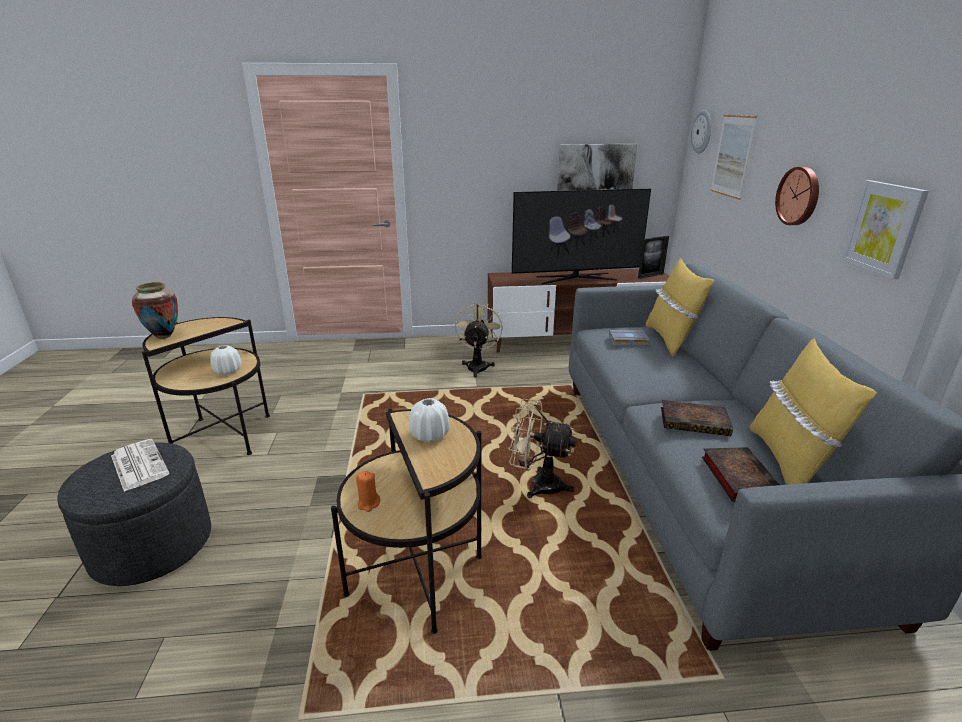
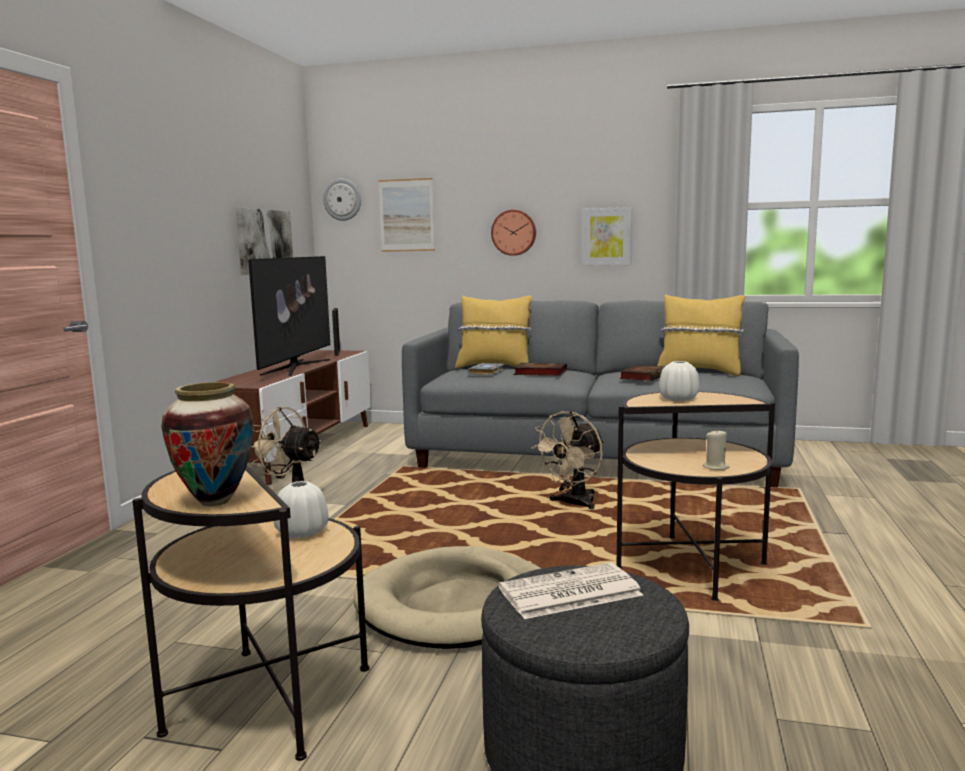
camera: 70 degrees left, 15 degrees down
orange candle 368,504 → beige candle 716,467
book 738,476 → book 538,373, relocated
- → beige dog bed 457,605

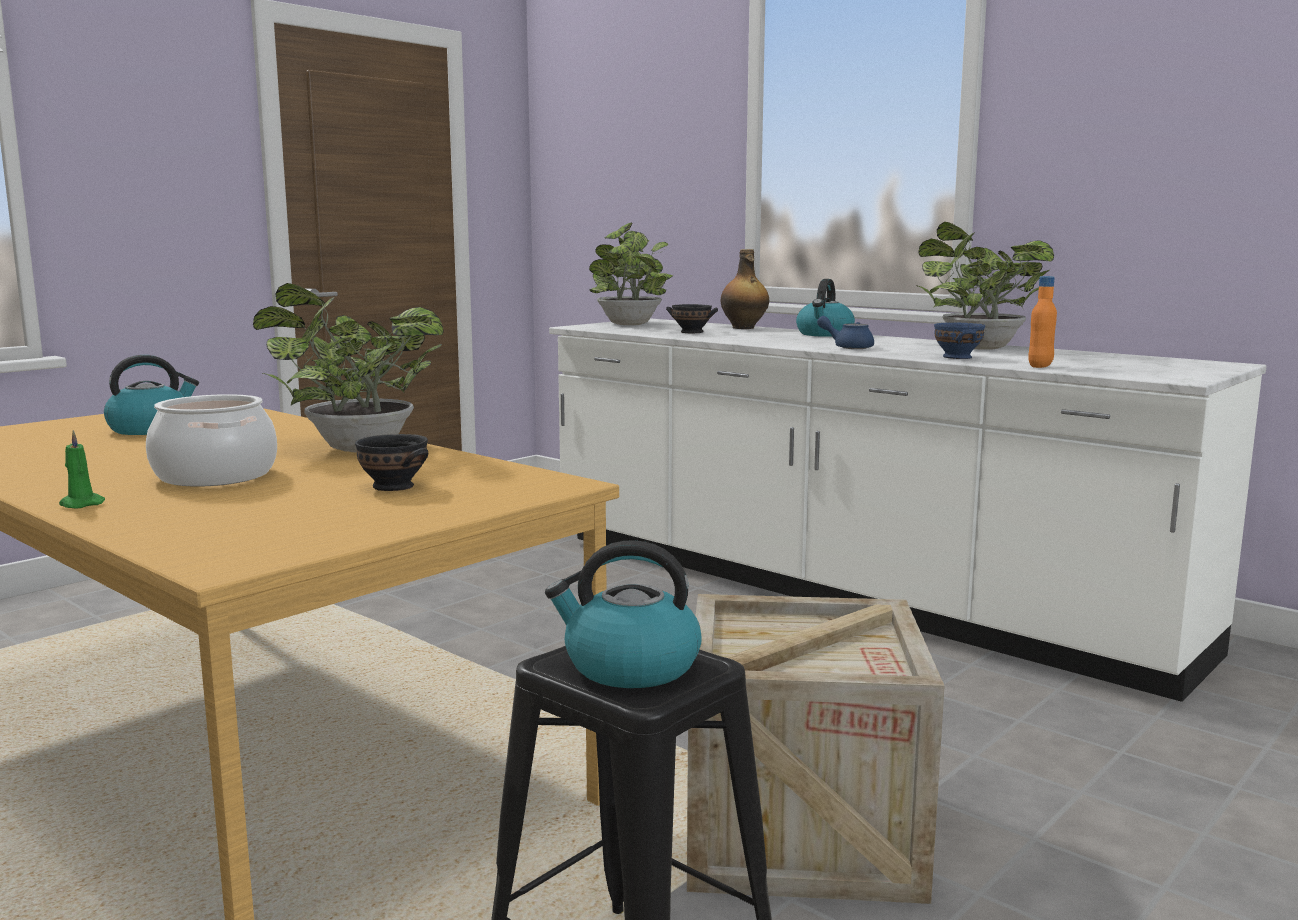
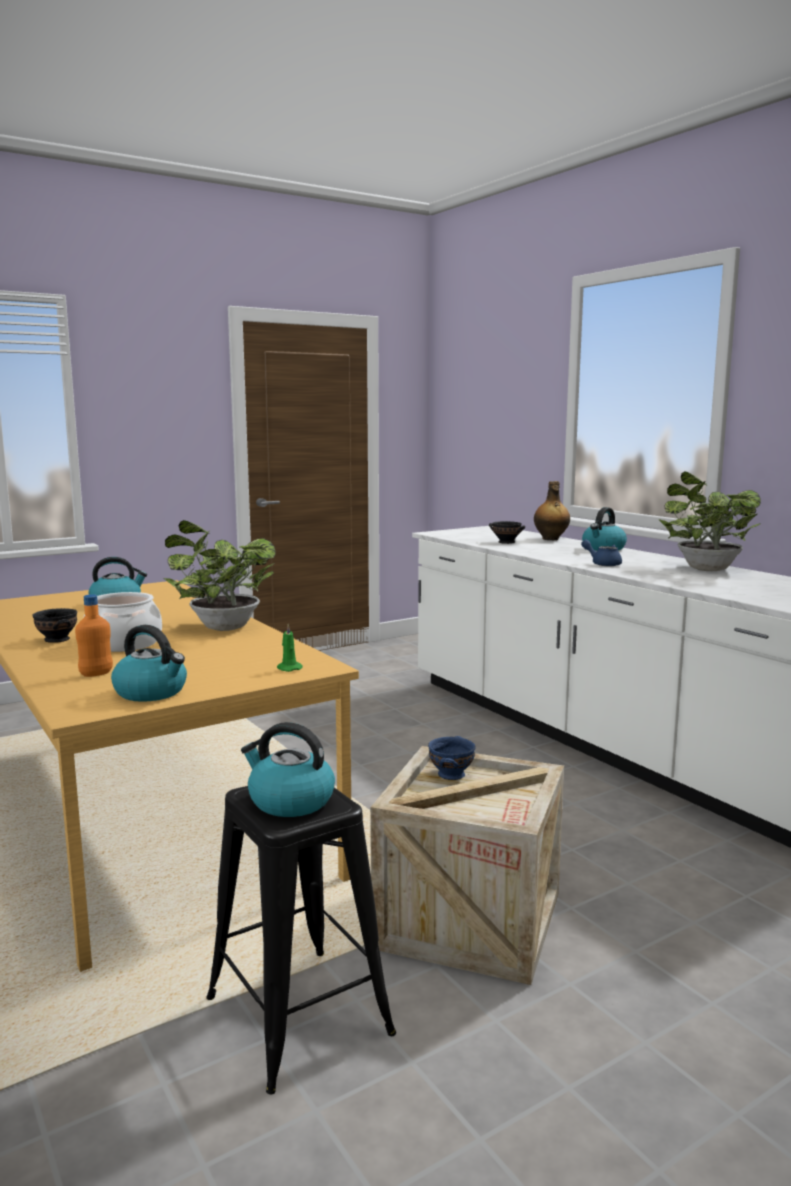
camera: 15 degrees right, 0 degrees up
green candle 80,504 → green candle 288,668, relocated
black bowl 393,486 → black bowl 57,639, relocated
potted plant 629,324 → -
blue bowl 958,357 → blue bowl 452,774, relocated
orange bottle 1040,366 → orange bottle 96,674, relocated
- → kettle 152,692

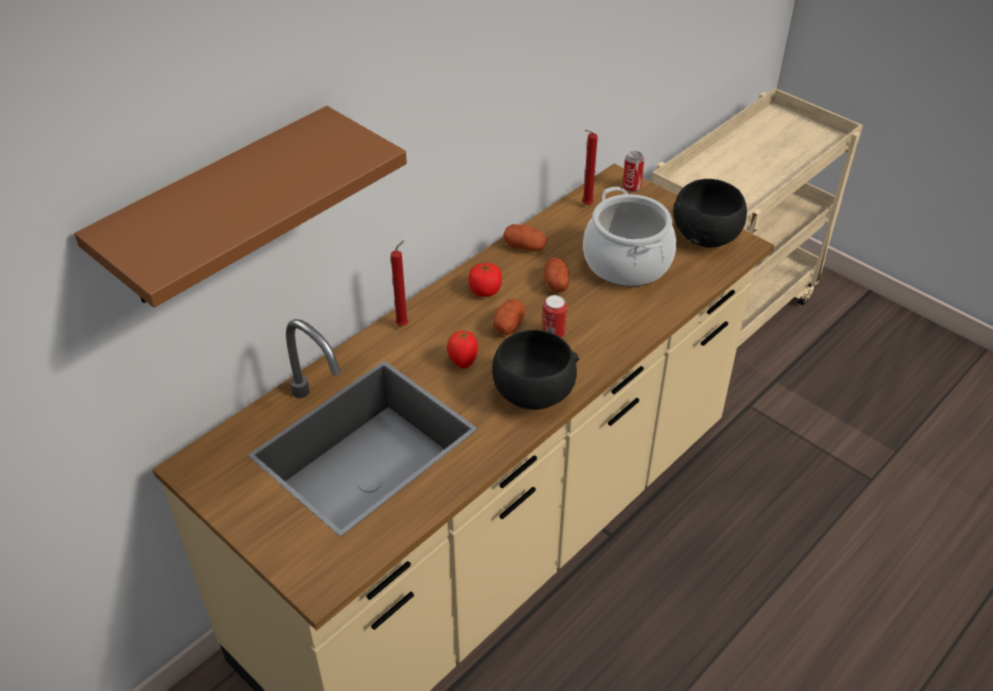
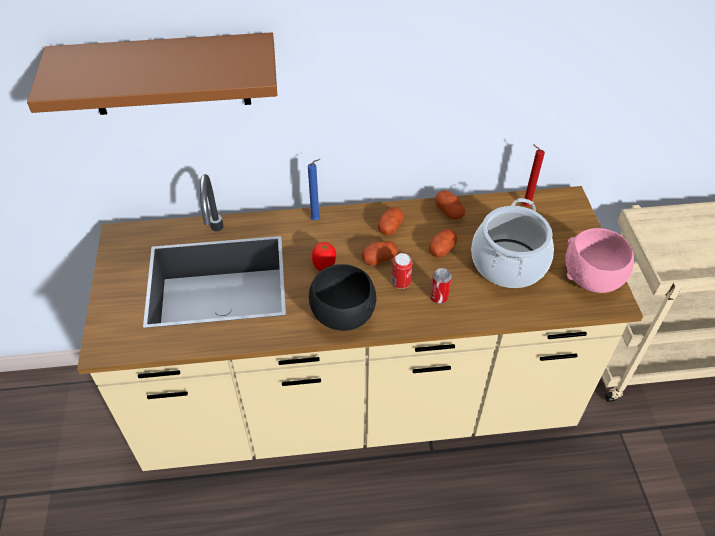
camera: 40 degrees right, 5 degrees up
red candle 404,324 → blue candle 317,220
tomato 485,290 → potato 390,227
can 631,187 → can 439,297, relocated
black bowl 707,237 → pink bowl 592,279

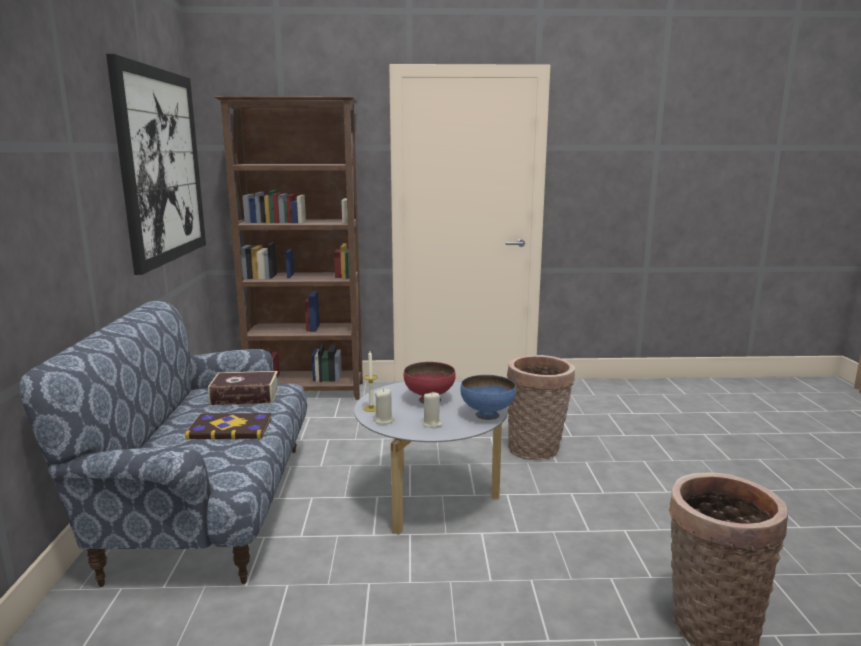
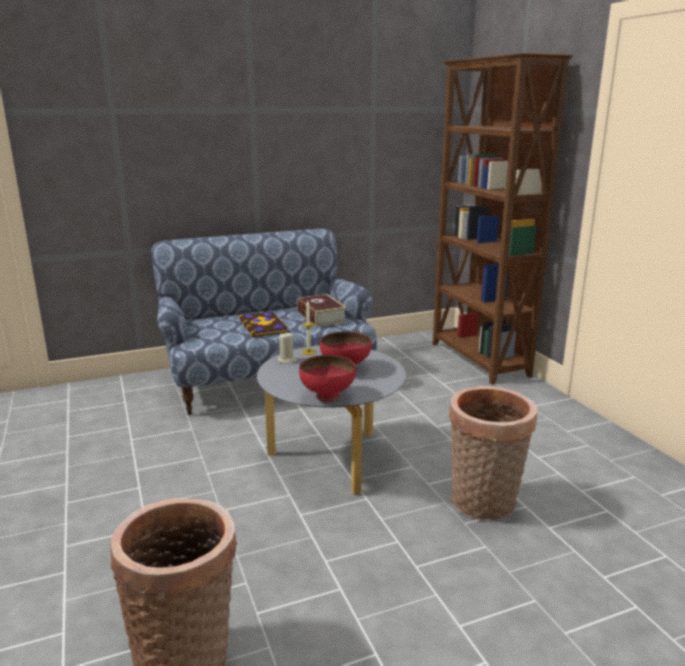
camera: 70 degrees right, 5 degrees up
picture 161,166 → -
beige candle 432,424 → -
blue bowl 487,415 → red bowl 327,397

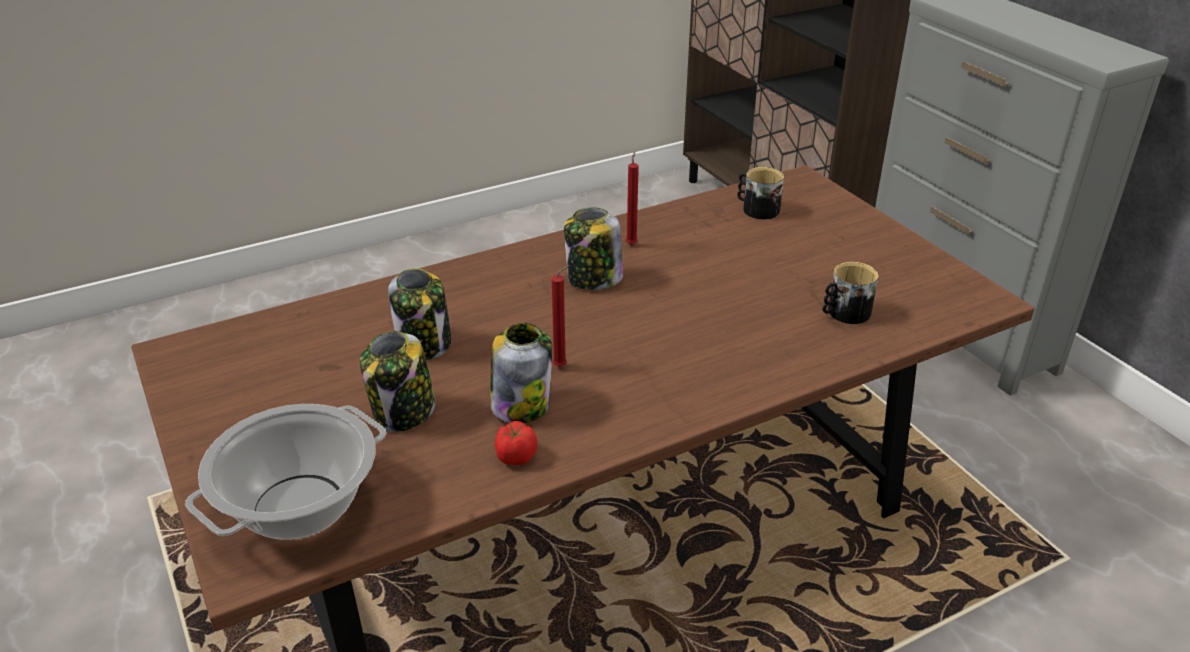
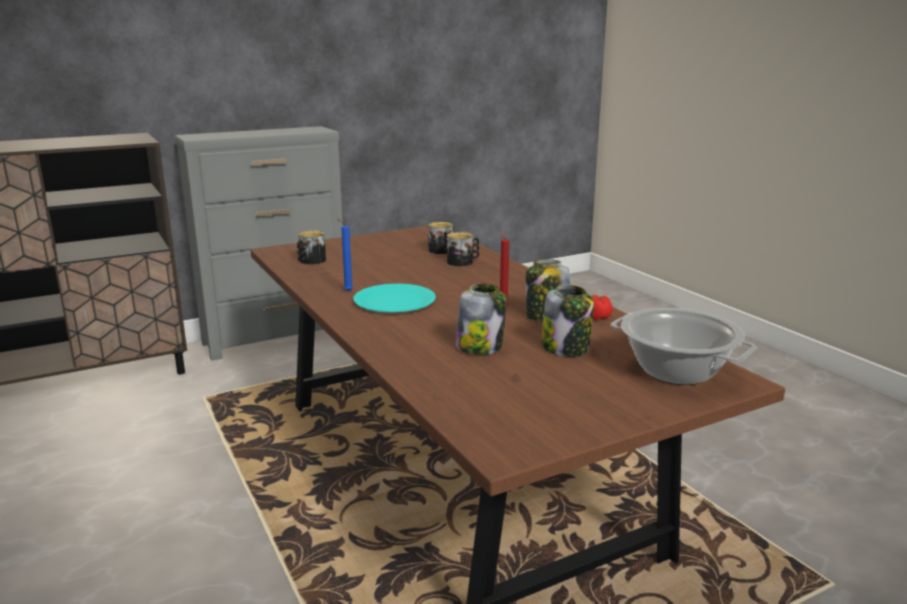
camera: 90 degrees left, 15 degrees down
jar 593,279 → turquoise plate 395,301
red candle 631,244 → blue candle 347,291
- → mug 463,262

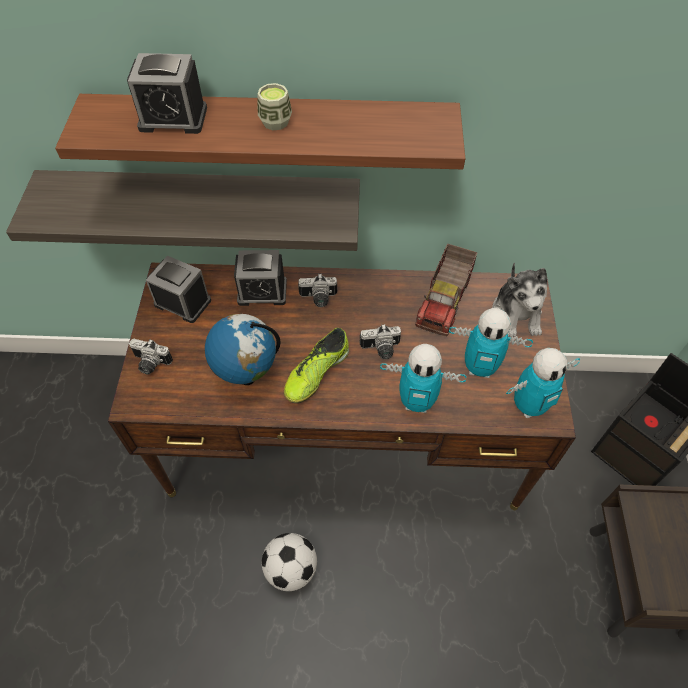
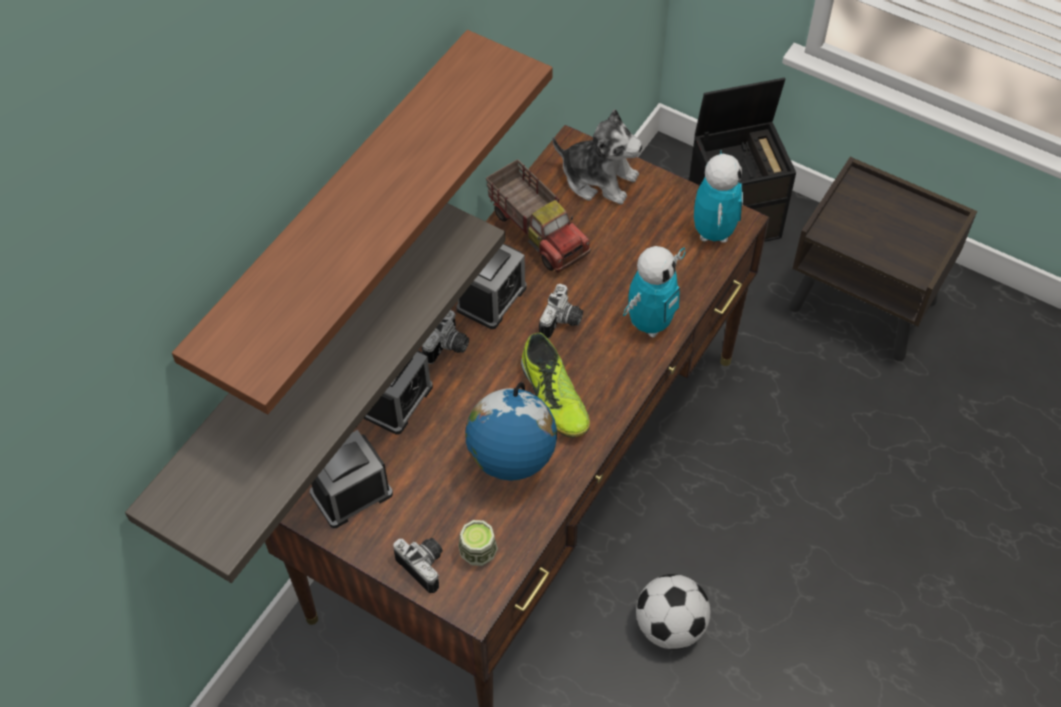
camera: 60 degrees left, 0 degrees up
alarm clock 173,118 → alarm clock 491,298, relocated
photo camera 150,364 → photo camera 425,565, 90 degrees counterclockwise
cup 275,122 → cup 478,552, relocated
toy robot 480,368 → -

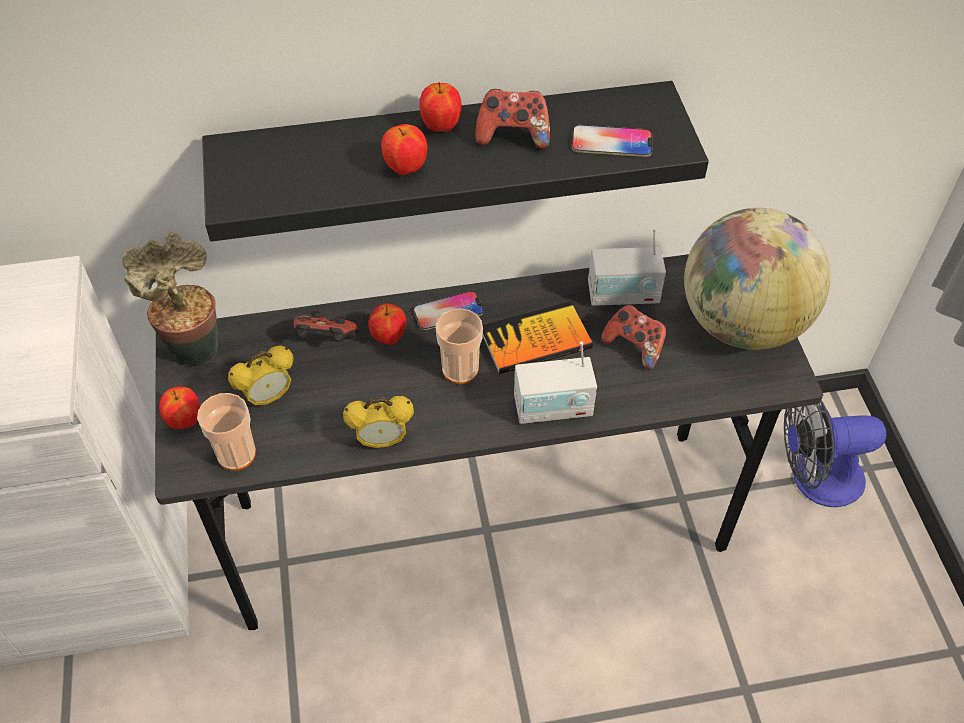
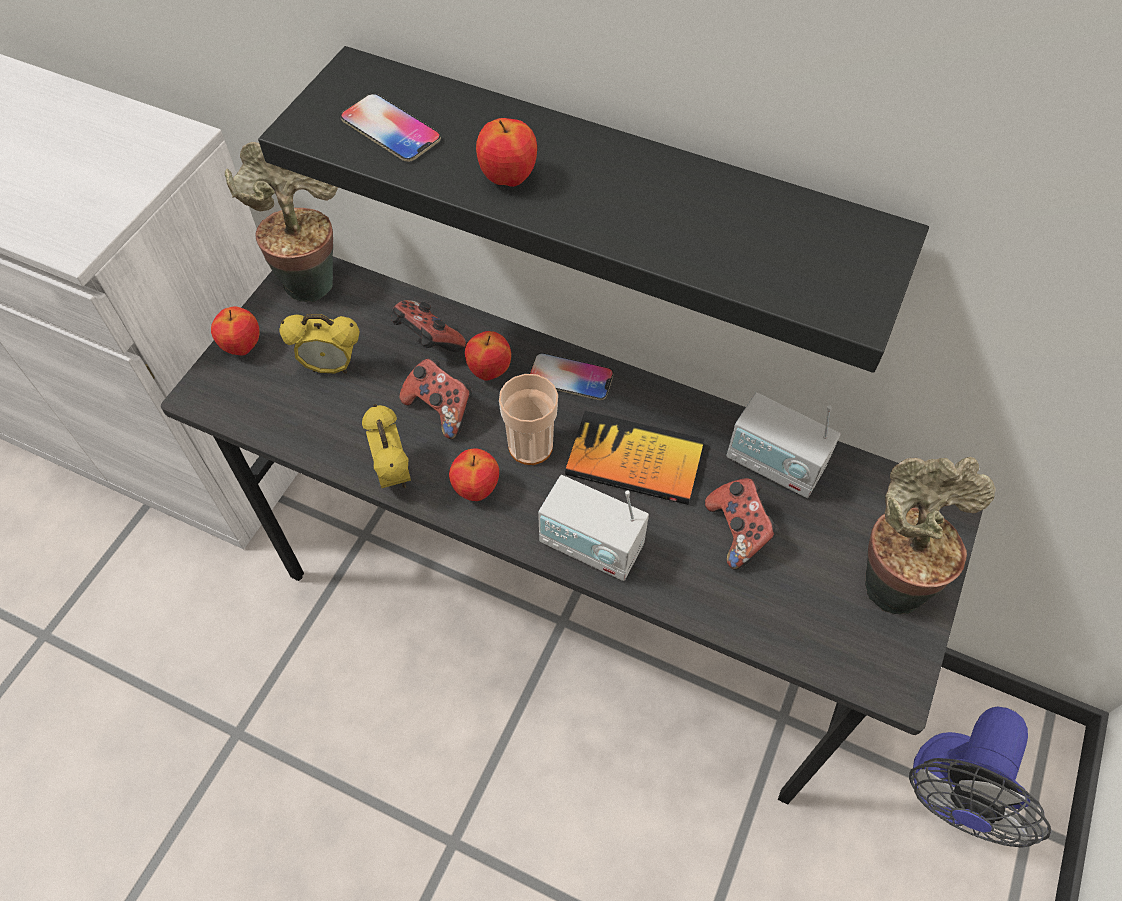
camera: 35 degrees right, 5 degrees up
cup 236,454 → -
alarm clock 382,441 → alarm clock 394,475, 135 degrees counterclockwise
apple 441,126 → apple 476,489, relocated
game controller 513,135 → game controller 440,409, relocated
phone 611,142 → phone 390,129, relocated
globe 741,323 → potted plant 890,579
fan 815,478 → fan 952,794, 90 degrees counterclockwise

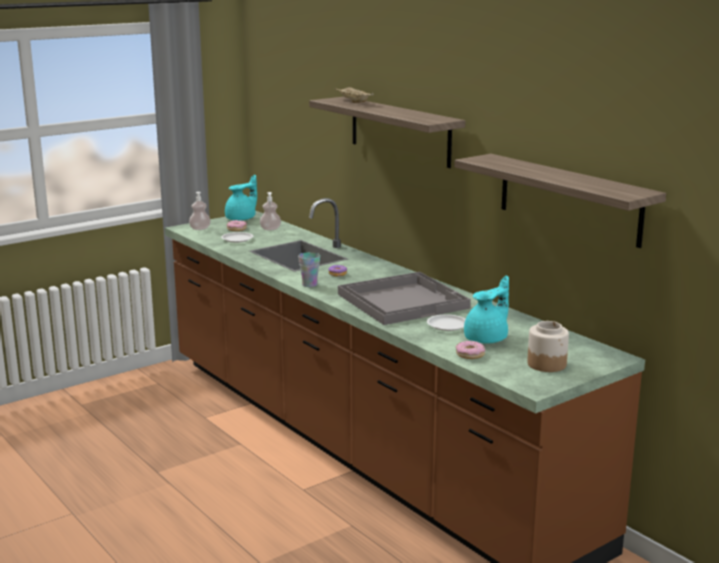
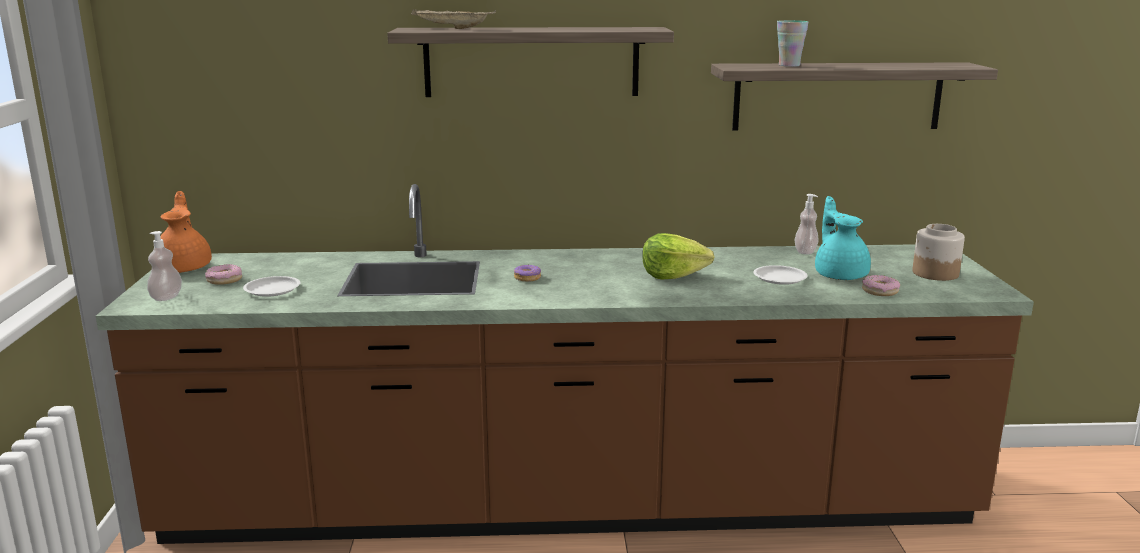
camera: 55 degrees left, 0 degrees up
turquoise teapot 242,218 → orange teapot 186,267
soap dispenser 270,229 → soap dispenser 805,252, relocated
cup 309,284 → cup 789,65, relocated
grey tray 403,300 → lettuce 672,275

